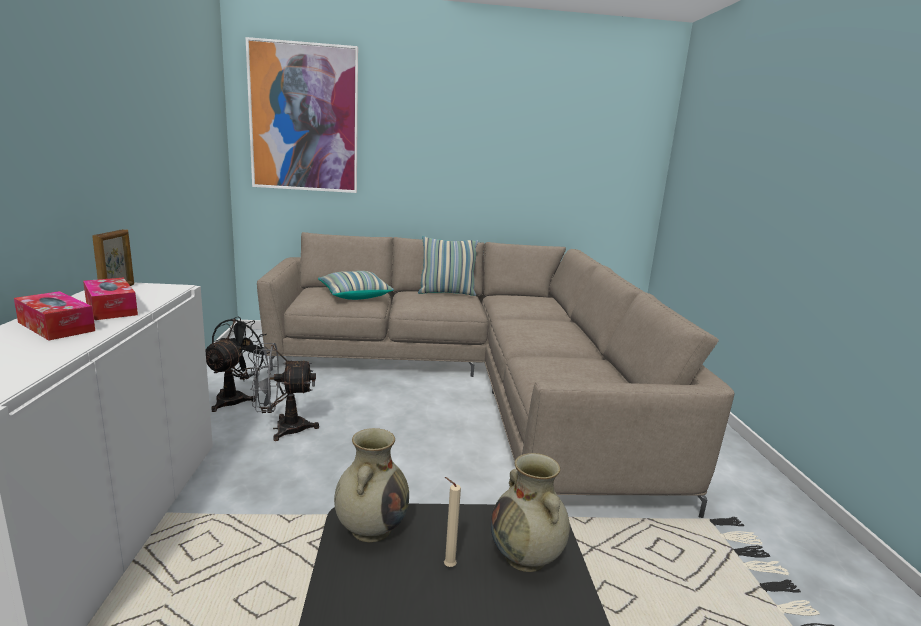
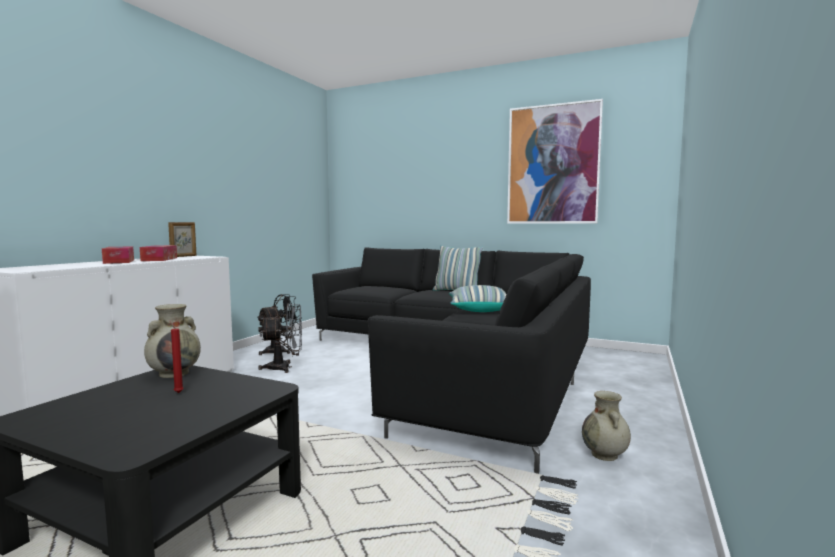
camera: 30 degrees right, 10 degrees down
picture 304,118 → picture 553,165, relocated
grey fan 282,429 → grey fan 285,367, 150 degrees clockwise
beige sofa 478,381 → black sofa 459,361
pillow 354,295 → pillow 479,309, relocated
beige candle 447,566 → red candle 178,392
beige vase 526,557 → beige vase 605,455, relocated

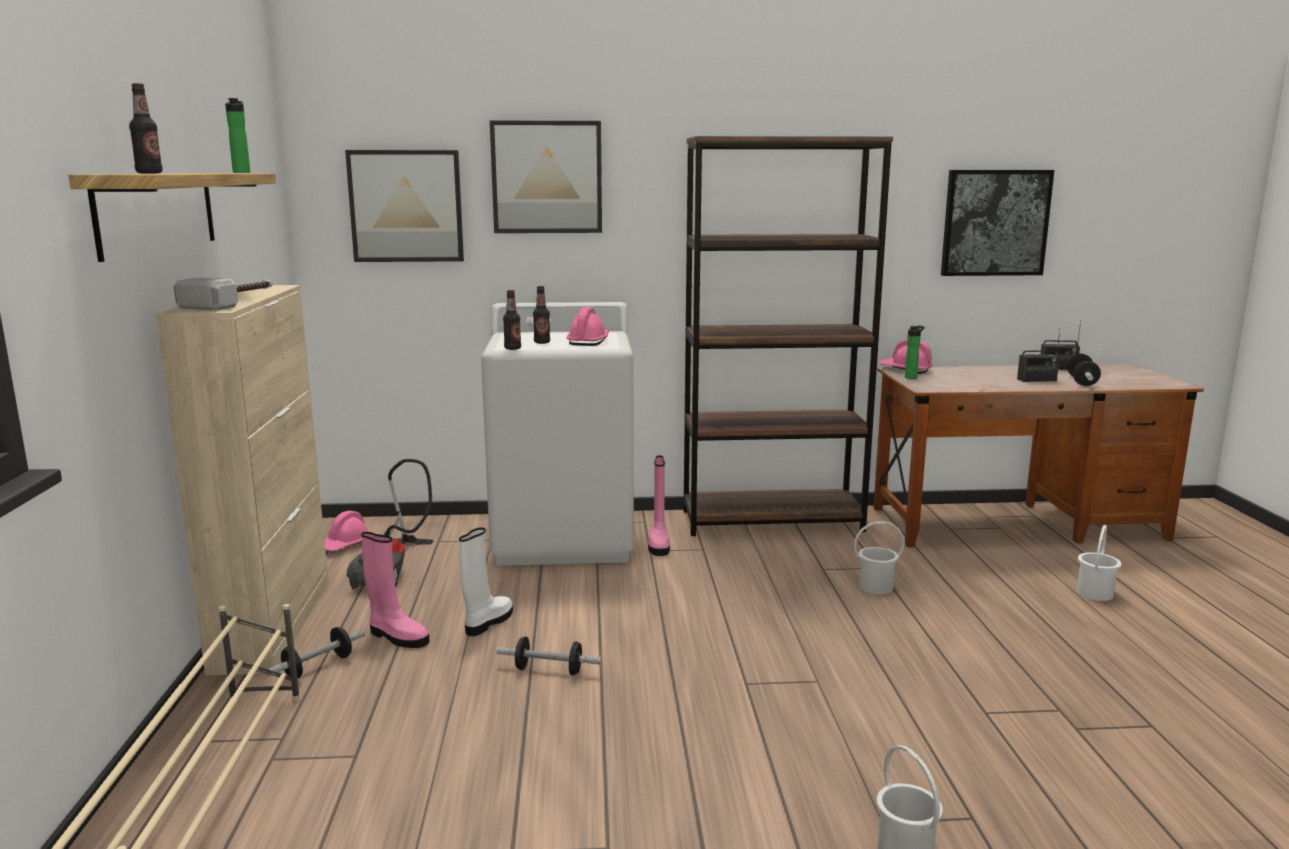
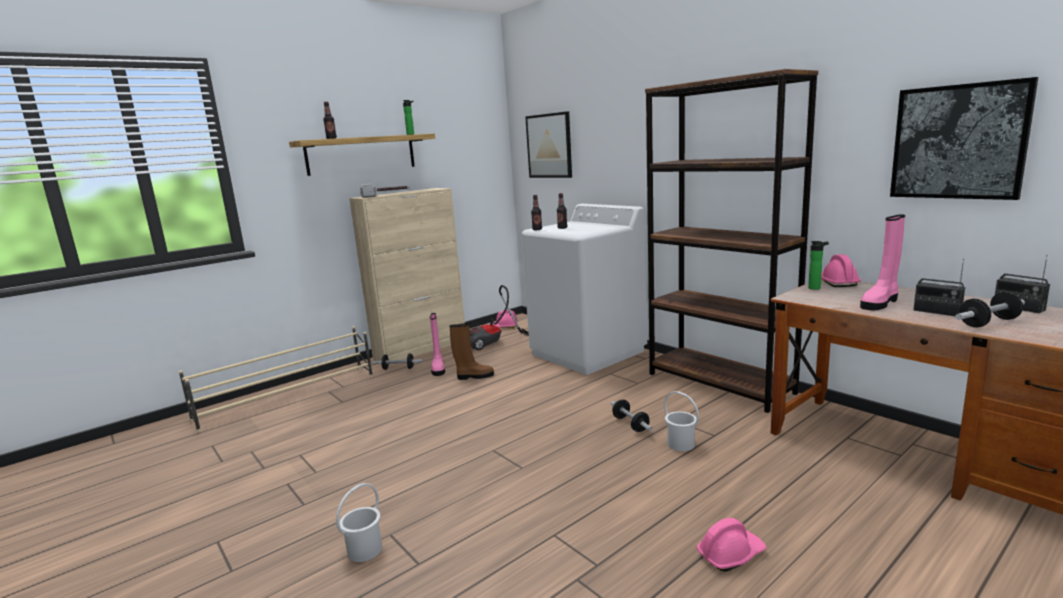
camera: 55 degrees right, 0 degrees up
white boot 488,622 → brown boot 474,376
picture 547,177 → -
dumbbell 549,670 → dumbbell 630,424, relocated
pink hard hat 588,341 → pink hard hat 730,554, relocated
pink boot 659,544 → pink boot 880,303, relocated
white bucket 1095,593 → -

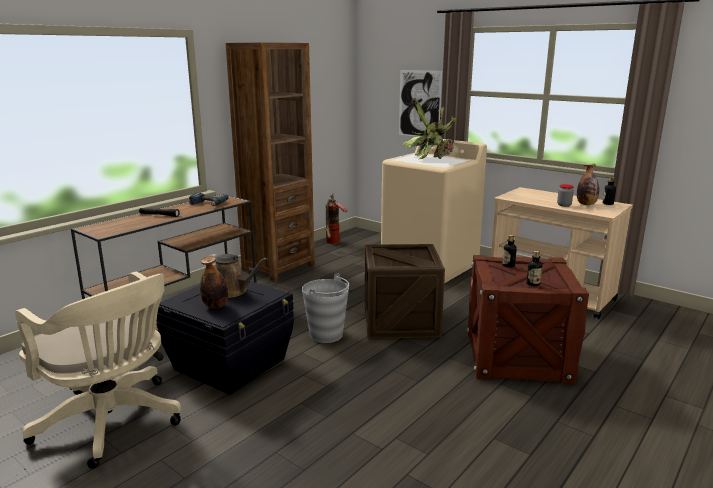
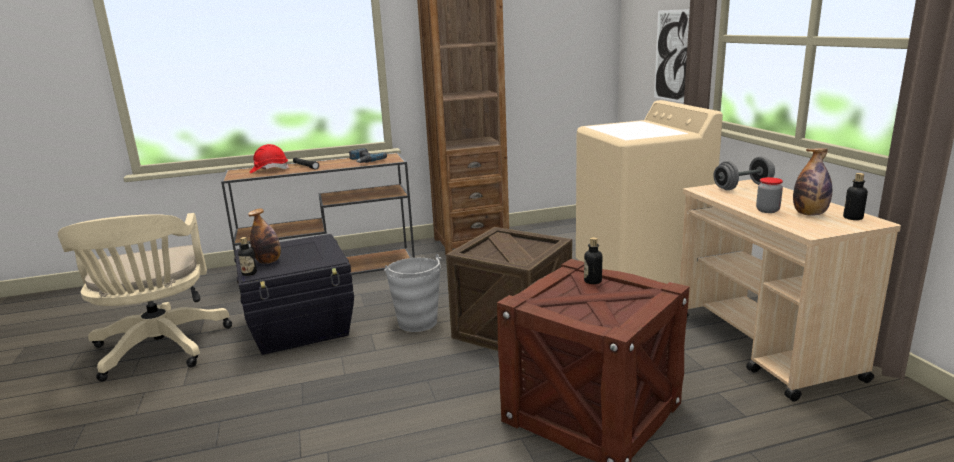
camera: 35 degrees right, 0 degrees up
brown watering can 233,291 → -
fire extinguisher 333,243 → -
potted plant 432,157 → -
bottle 533,284 → bottle 249,273, relocated
- → red hard hat 269,170
- → grey dumbbell 742,187

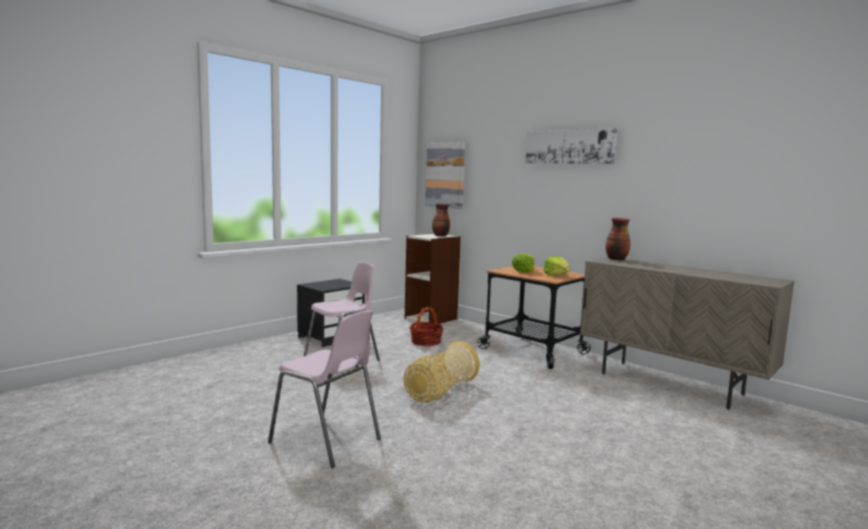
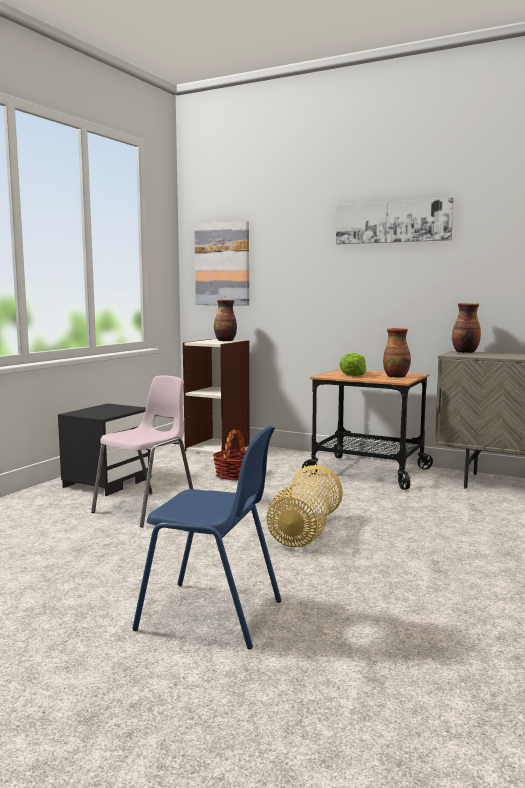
camera: 15 degrees left, 0 degrees up
pink chair 326,441 → blue chair 212,615
lettuce 556,275 → vase 396,376

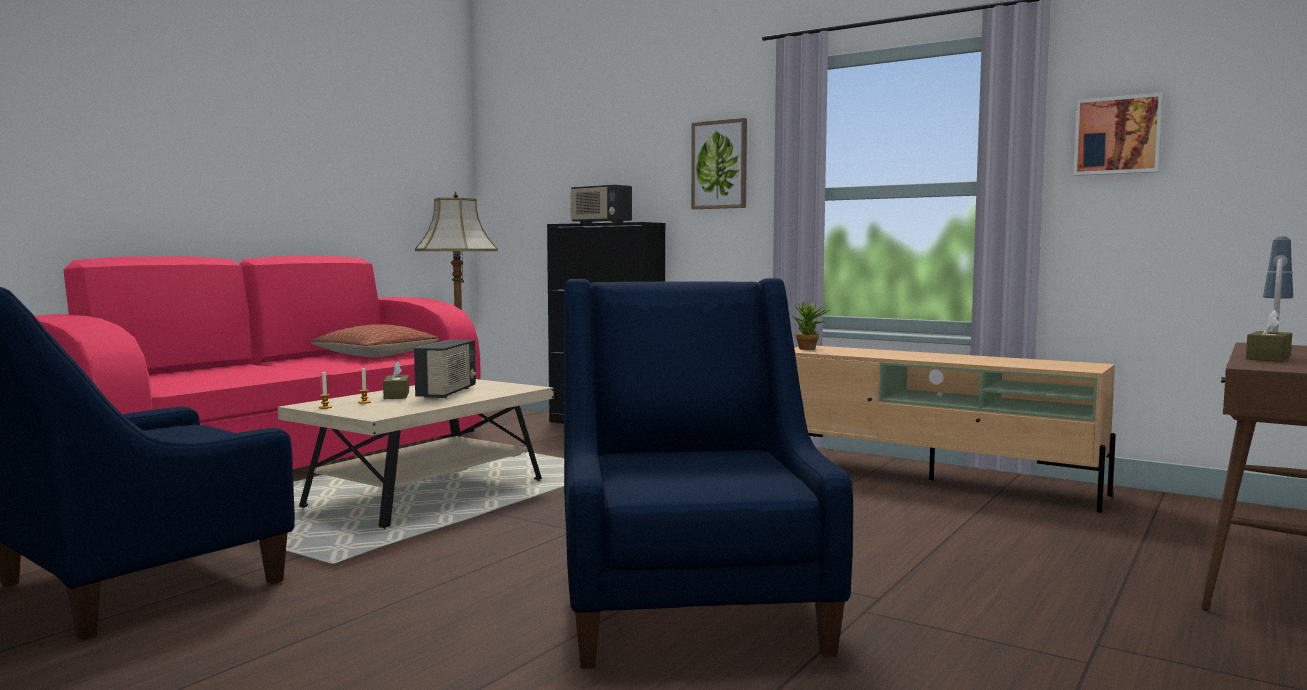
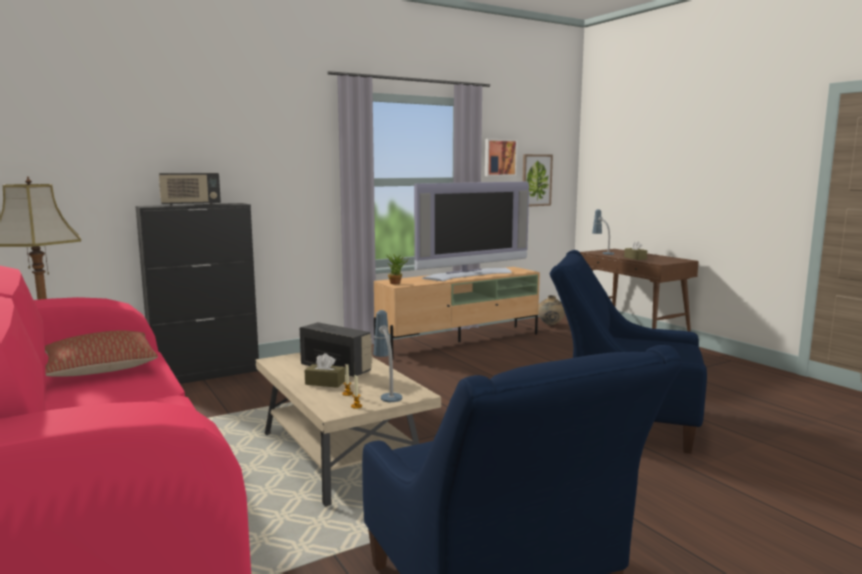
camera: 65 degrees left, 5 degrees up
picture 719,165 → picture 536,180, relocated
- → table lamp 387,393
- → television 469,274
- → beige vase 551,325

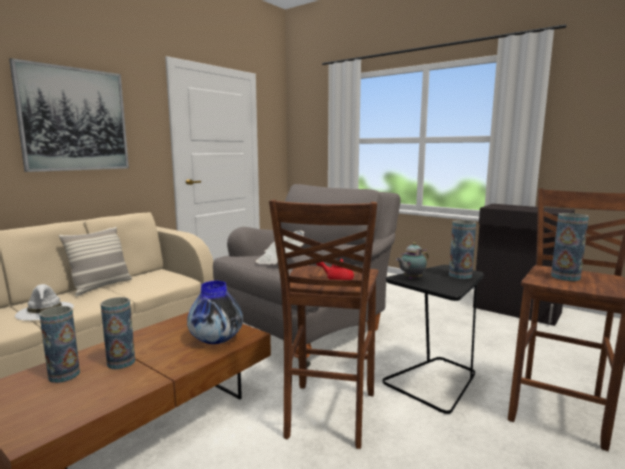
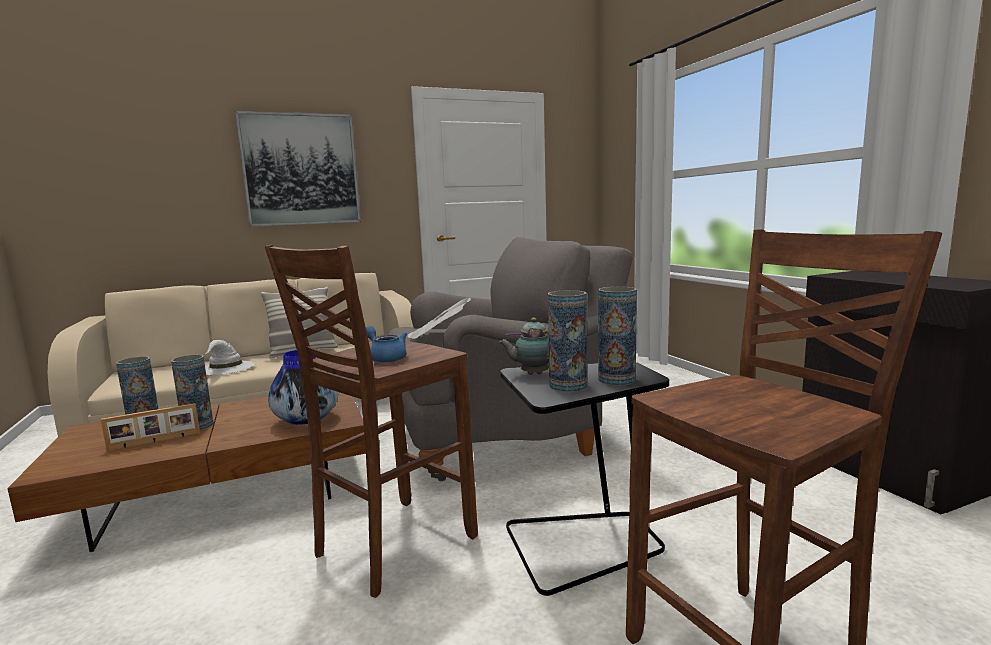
camera: 30 degrees right, 0 degrees up
red teapot 336,278 → blue teapot 386,358
vase 565,277 → vase 568,385, relocated
- → picture frame 154,441

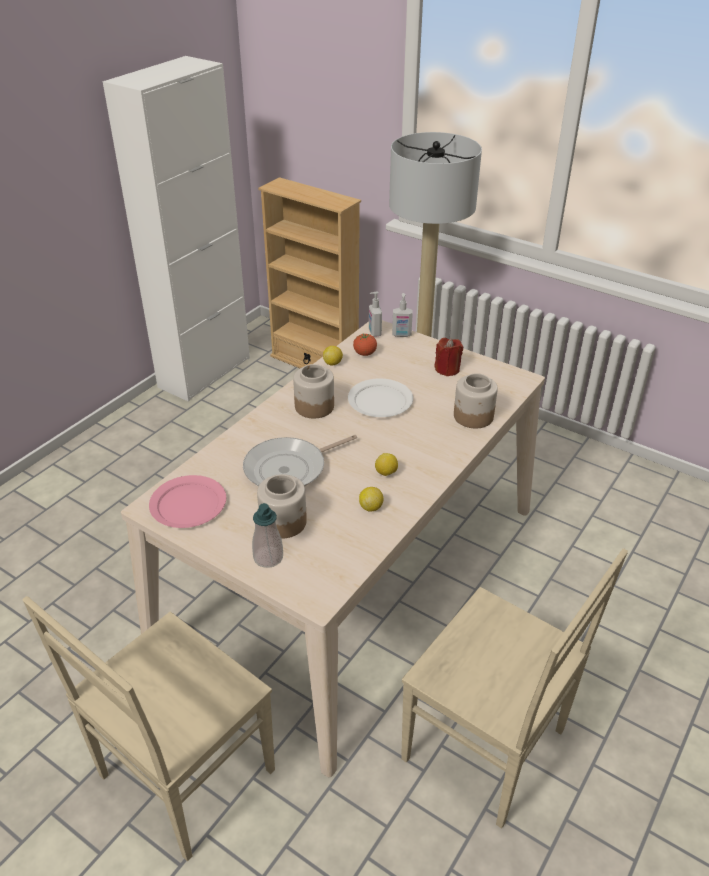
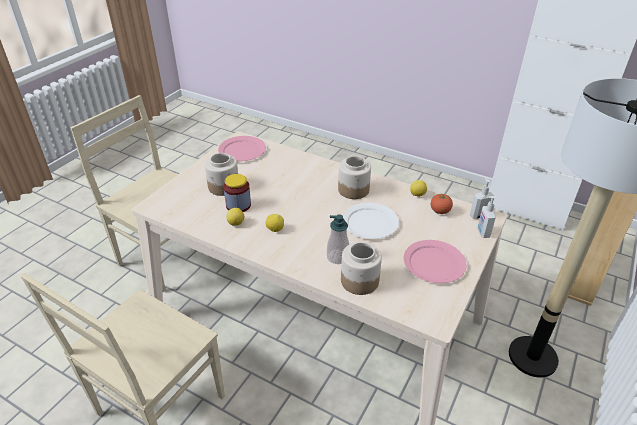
camera: 85 degrees right, 0 degrees up
frying pan 289,469 → -
soap dispenser 268,557 → soap dispenser 337,257, relocated
red candle 447,369 → pink plate 434,264
- → jar 238,205

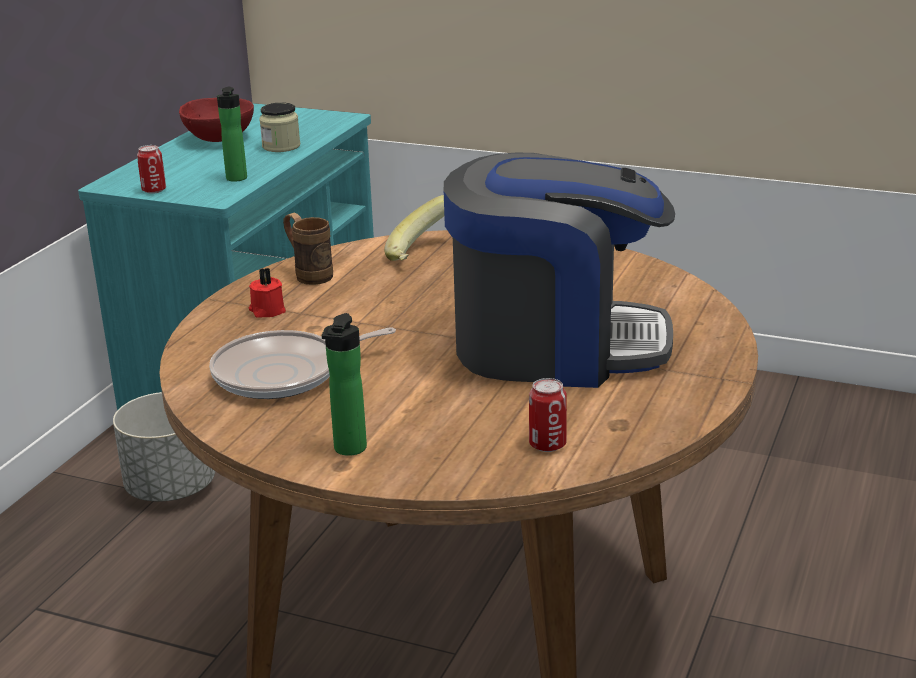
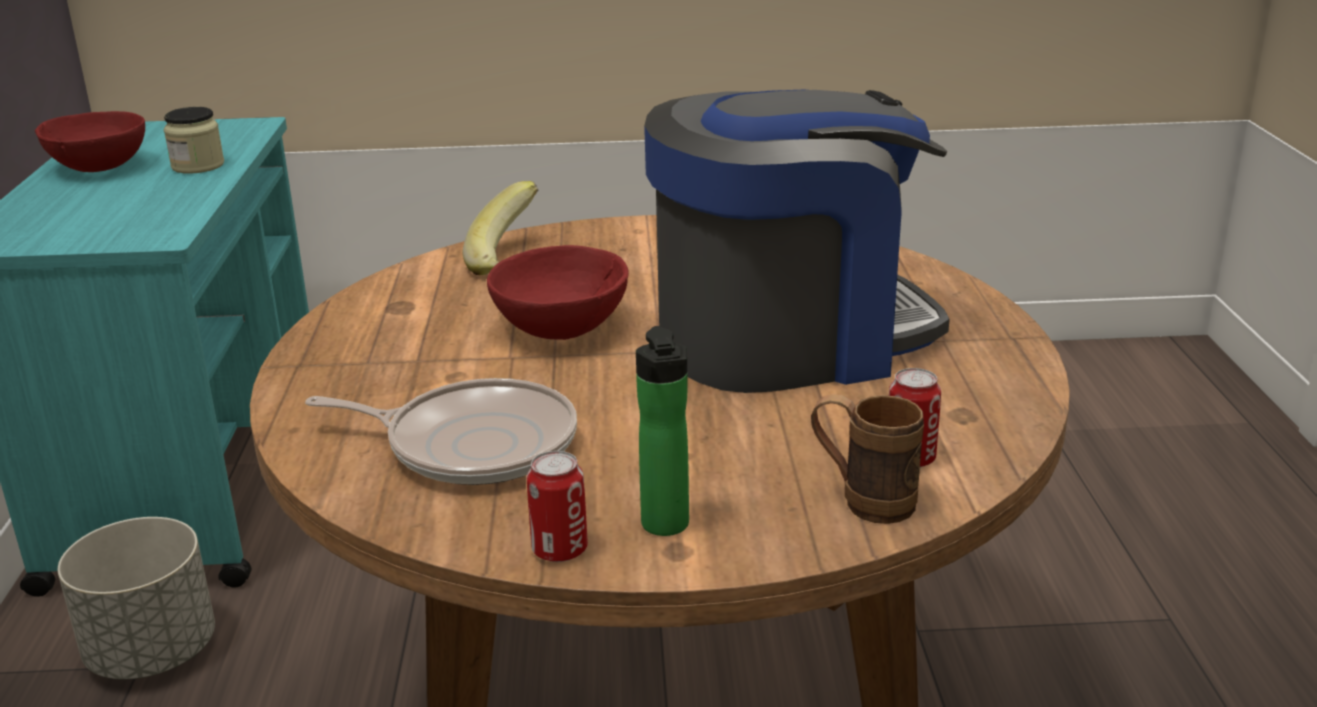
camera: 25 degrees left, 0 degrees up
can 154,190 → can 559,550, relocated
frying pan 284,374 → frying pan 473,444, 120 degrees counterclockwise
bottle 236,179 → -
red candle 267,311 → -
brown mug 308,274 → brown mug 862,501, relocated
- → red bowl 562,328

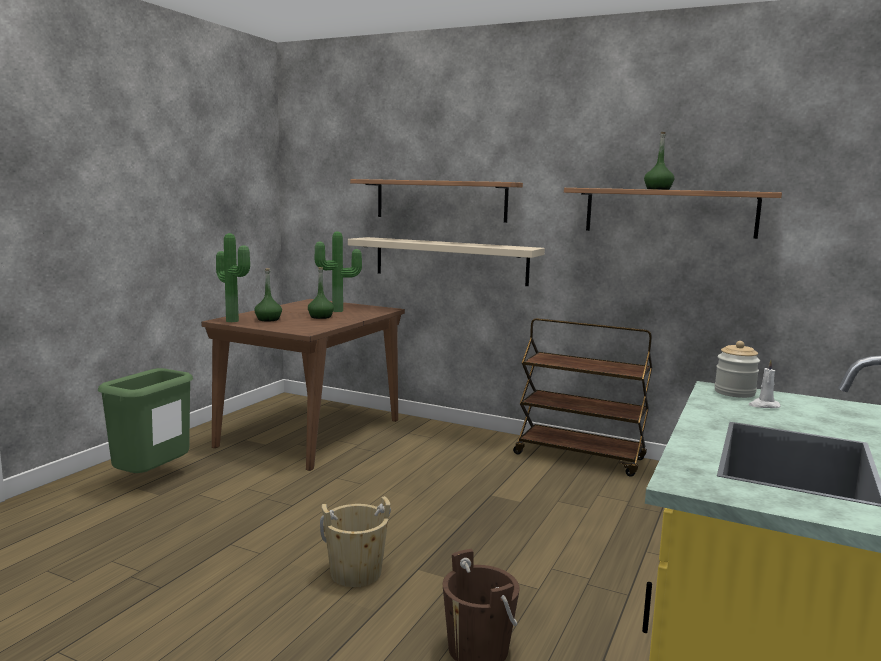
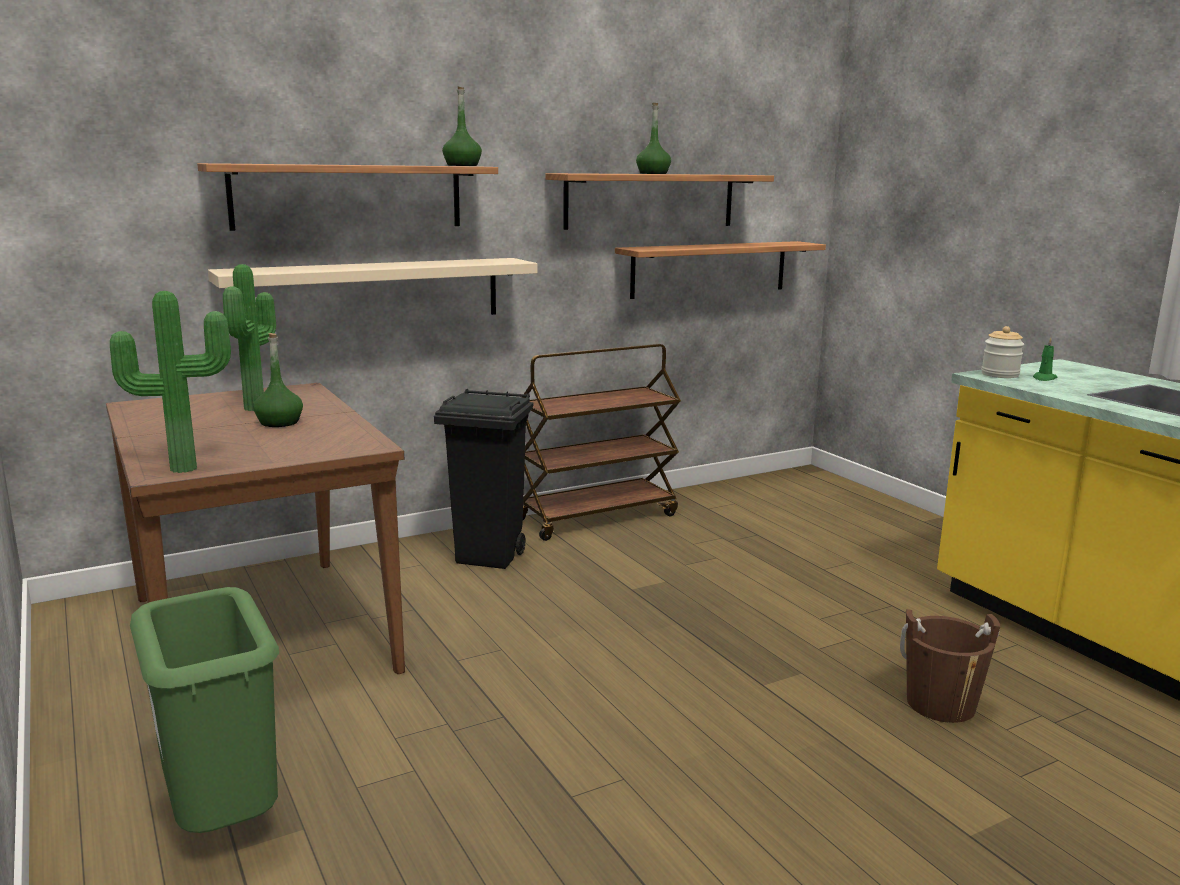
camera: 55 degrees left, 5 degrees up
green bottle 268,319 → green bottle 462,165, relocated
beige bucket 356,573 → -
white candle 763,405 → green candle 1044,378
- → black trash can 489,557
- → shelf 710,269

